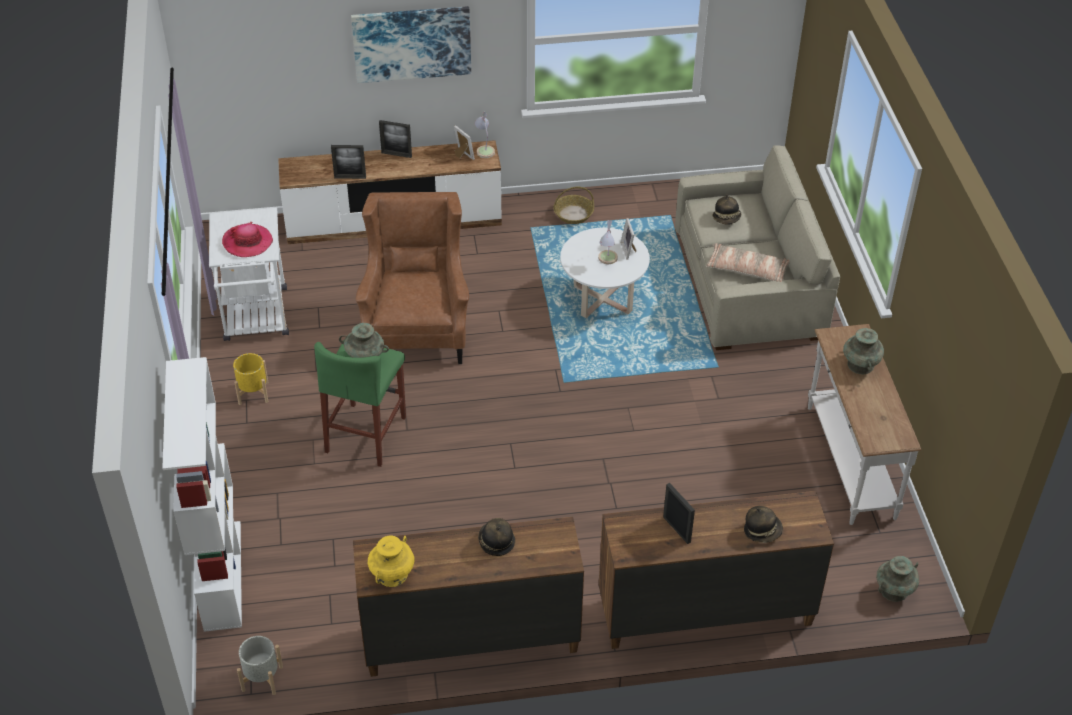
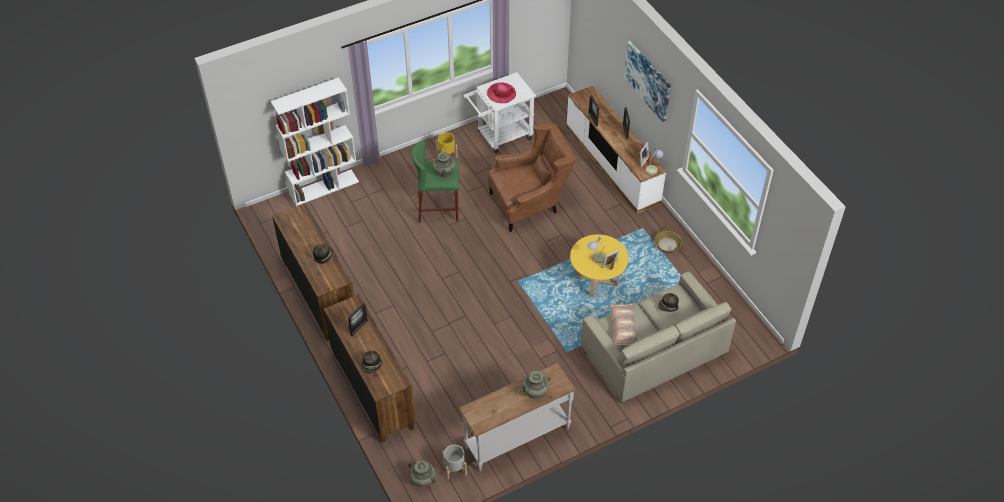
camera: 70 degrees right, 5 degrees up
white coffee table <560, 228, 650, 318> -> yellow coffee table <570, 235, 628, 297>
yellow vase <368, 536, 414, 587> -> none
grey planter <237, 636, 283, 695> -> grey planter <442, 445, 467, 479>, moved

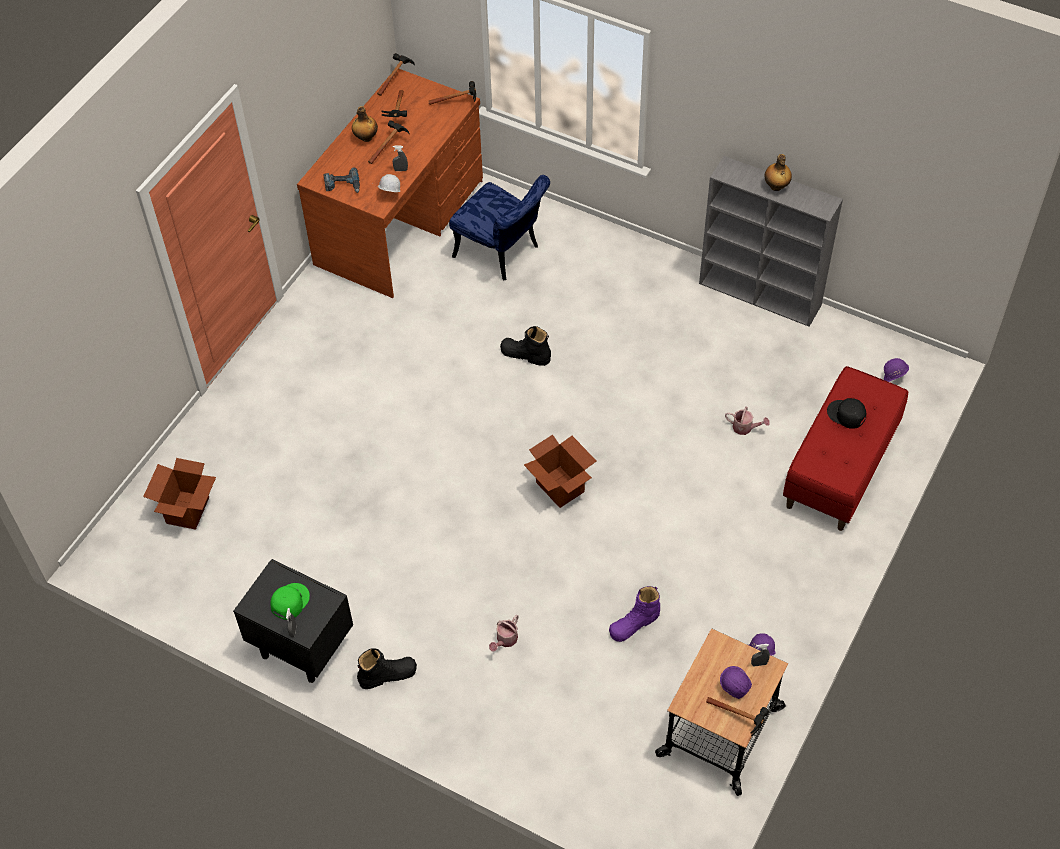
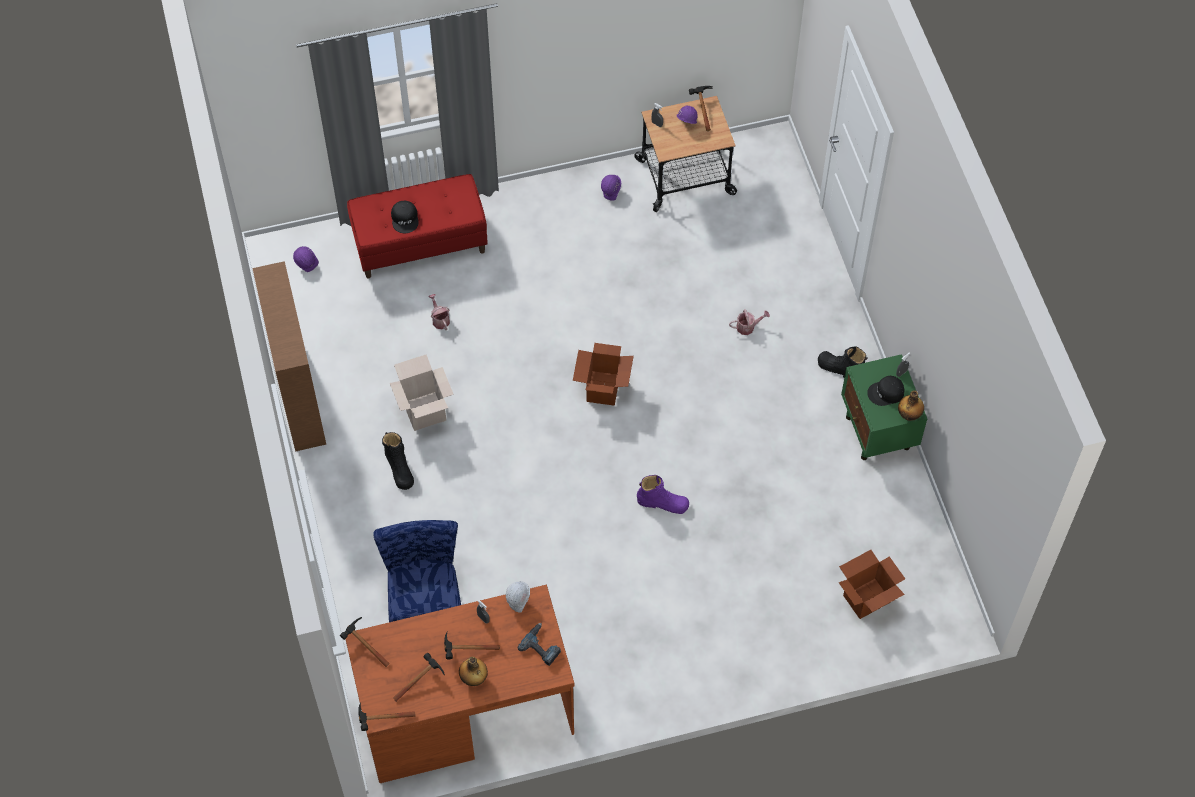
camera: 135 degrees left, 5 degrees up
bottle <765, 154, 792, 191> -> bottle <898, 390, 924, 421>, moved
grey bookcase <699, 156, 843, 327> -> brown bookcase <252, 261, 326, 452>
black boot <500, 326, 551, 366> -> black boot <382, 432, 414, 490>, moved
black nightstand <233, 559, 353, 683> -> green nightstand <841, 354, 927, 460>
green cap <270, 583, 310, 620> -> black cap <867, 376, 904, 406>
purple boot <609, 586, 660, 642> -> purple boot <637, 475, 689, 514>, moved
none -> cardboard box <390, 354, 454, 431>

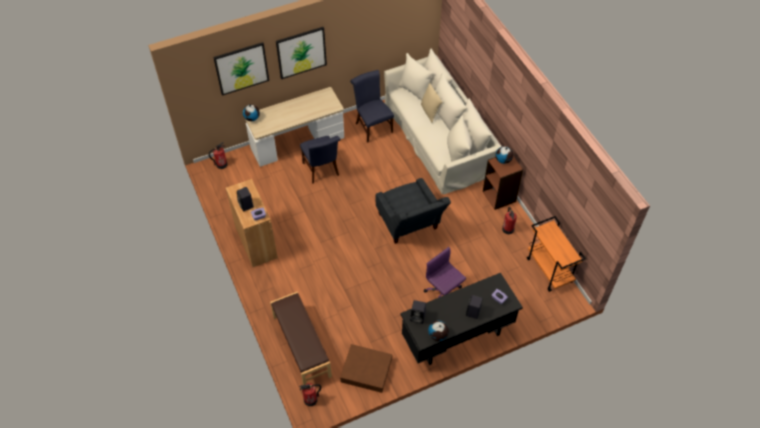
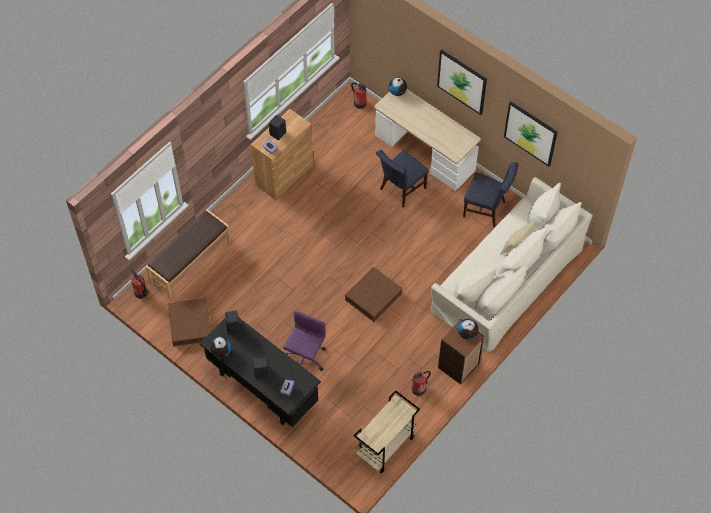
camera: 65 degrees right, 5 degrees up
picture <213, 42, 269, 96> -> picture <504, 101, 558, 167>, moved
blue chair <350, 70, 394, 143> -> blue chair <463, 162, 519, 227>, 75 degrees clockwise
grey armchair <376, 178, 451, 244> -> brown storage box <345, 267, 402, 322>
orange cart <527, 216, 586, 292> -> beige cart <354, 390, 420, 474>

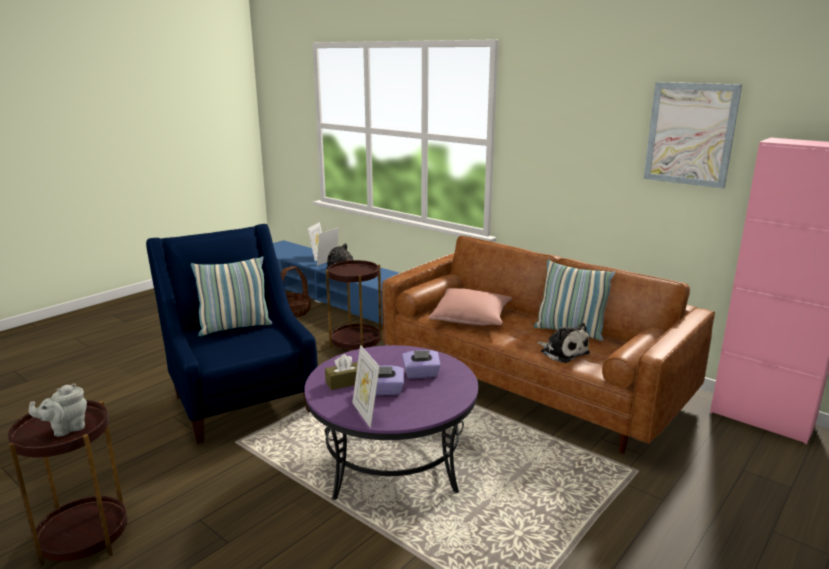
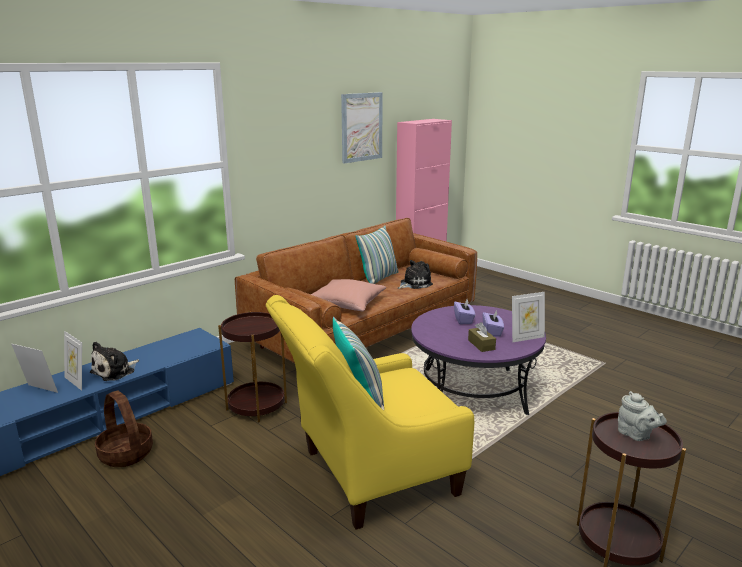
camera: 85 degrees left, 0 degrees up
blue armchair <146, 224, 318, 444> -> yellow armchair <266, 295, 474, 529>

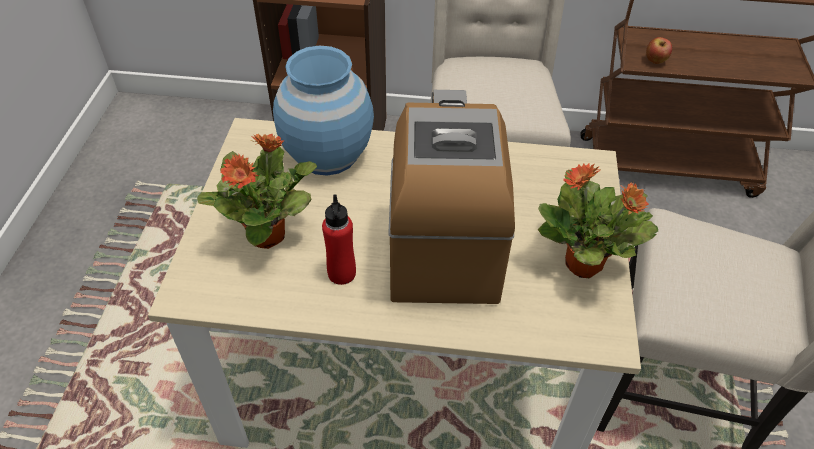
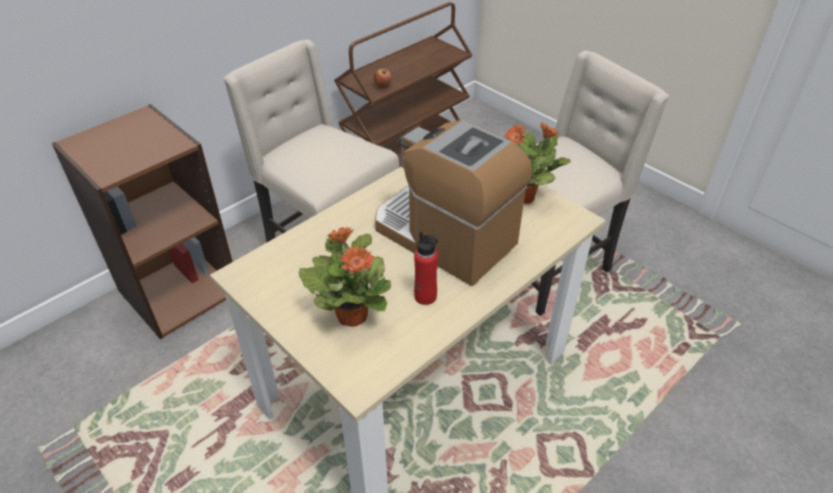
camera: 50 degrees left, 5 degrees down
blue vase <273, 46, 374, 176> -> none

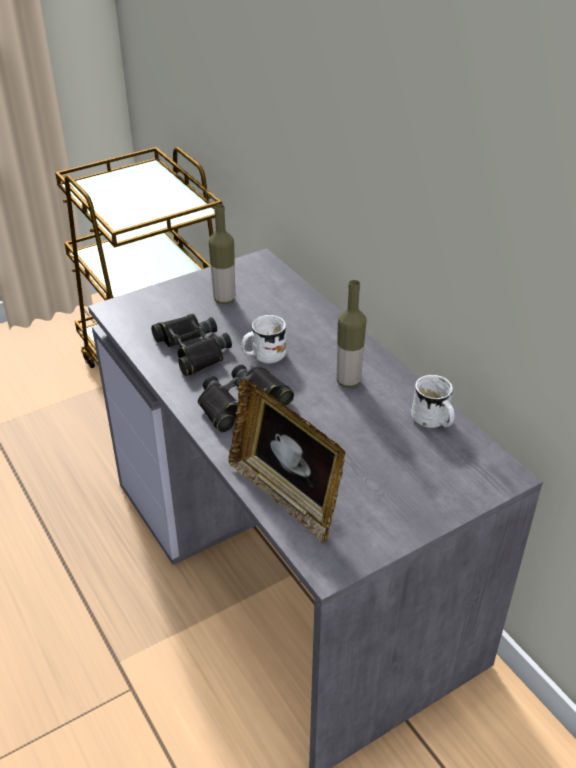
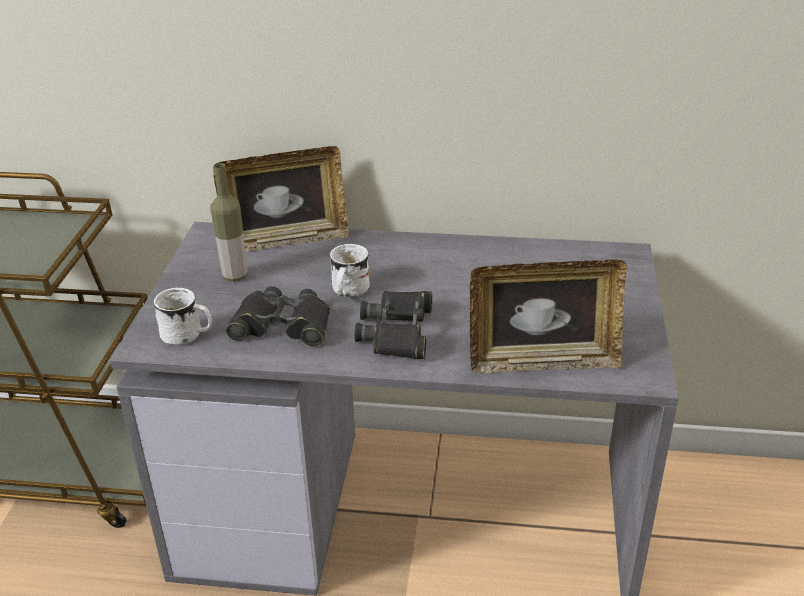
camera: 50 degrees left, 5 degrees down
bottle <337, 280, 367, 388> -> none
white mug <411, 375, 454, 428> -> white mug <153, 288, 212, 345>, moved
none -> picture frame <213, 146, 349, 252>

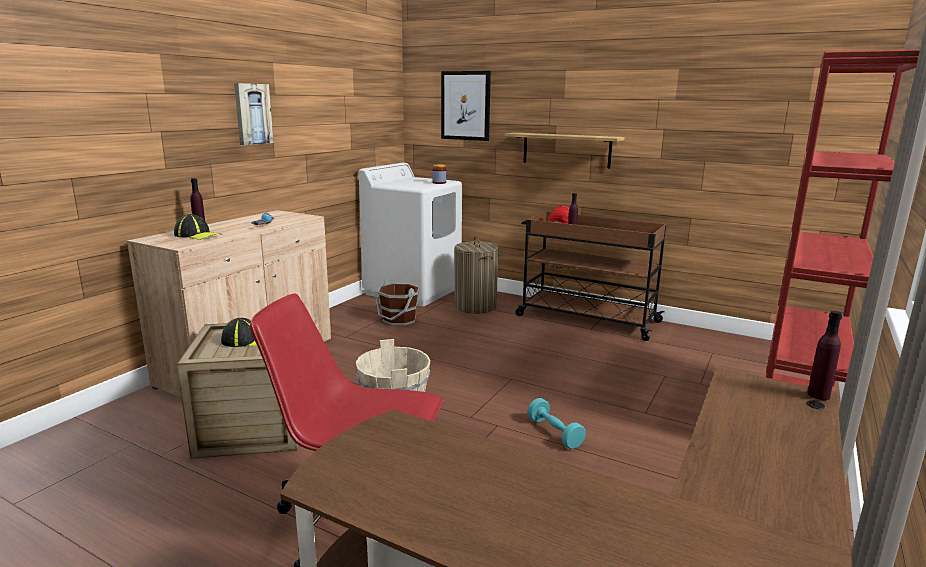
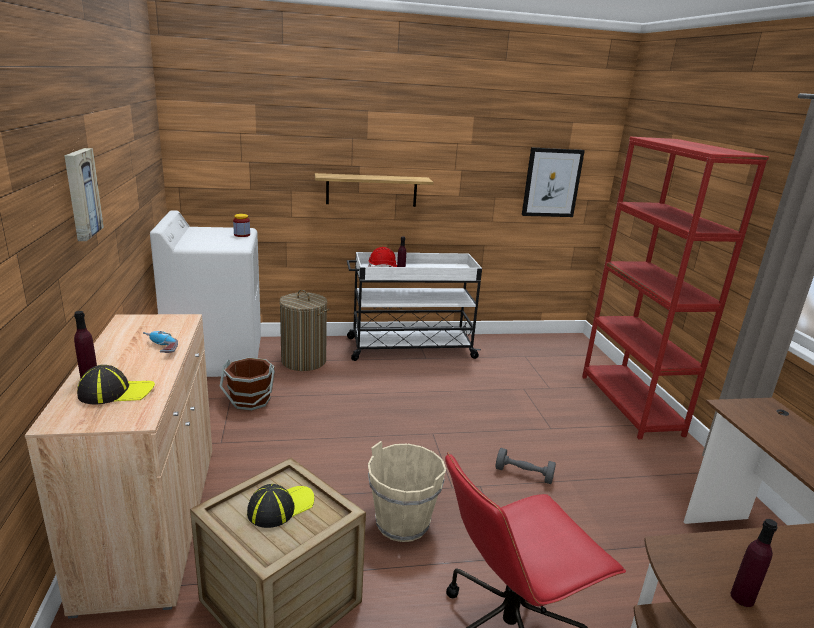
camera: 40 degrees left, 5 degrees up
picture <441, 71, 491, 141> -> picture <522, 147, 585, 217>, moved
brown cart <515, 211, 666, 341> -> white cart <347, 252, 482, 361>
purple bottle <807, 311, 842, 400> -> purple bottle <730, 519, 777, 607>, moved
turquoise dumbbell <527, 398, 586, 449> -> grey dumbbell <495, 448, 556, 484>

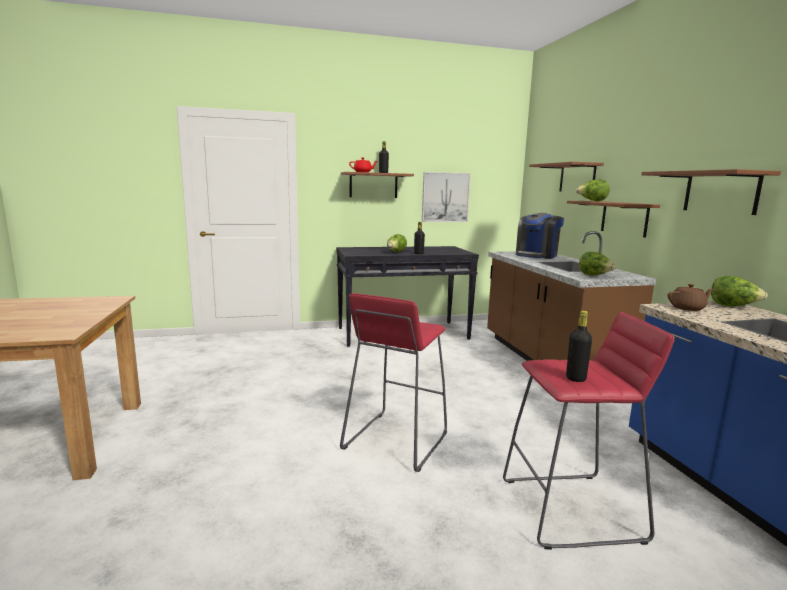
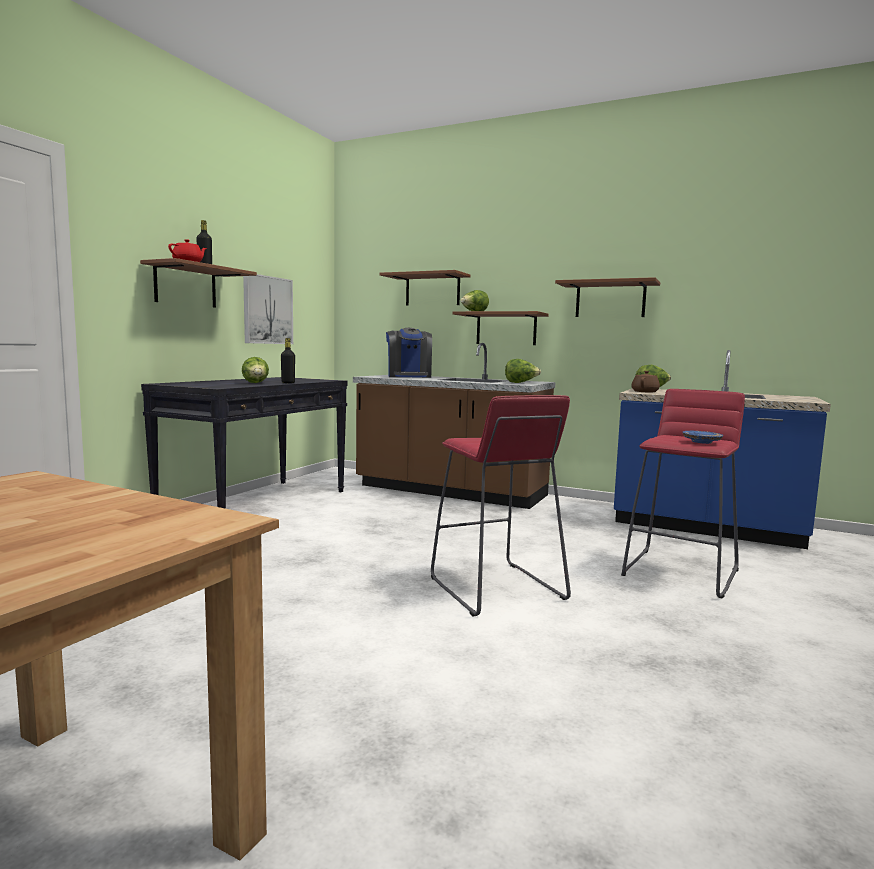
camera: 50 degrees left, 5 degrees down
black bottle <566, 311, 592, 382> -> blue plate <683, 431, 723, 444>

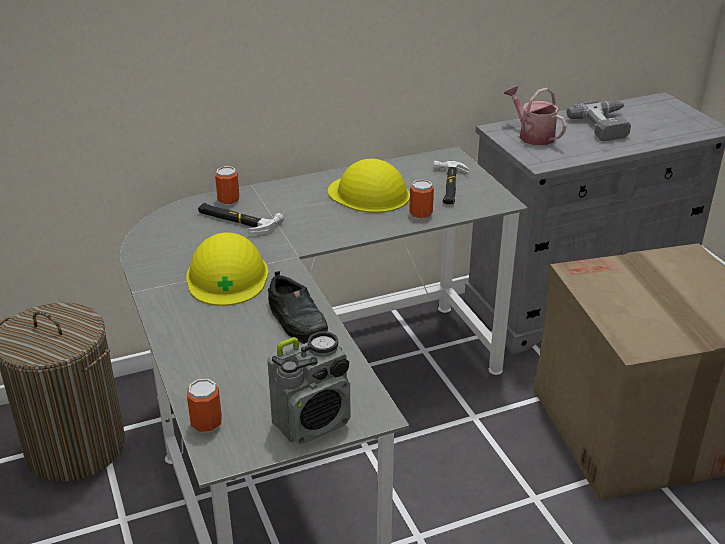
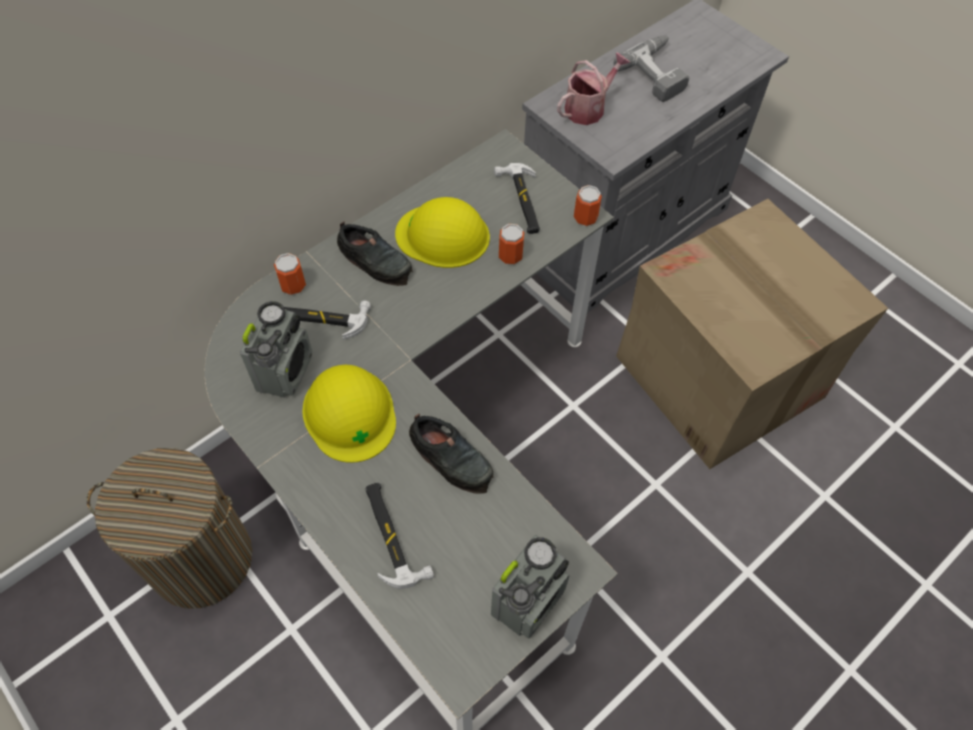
camera: 20 degrees left, 25 degrees up
watering can <504, 86, 567, 145> -> watering can <557, 53, 630, 125>, 105 degrees clockwise
can <187, 379, 222, 433> -> can <574, 185, 602, 226>, moved
none -> black shoe <337, 222, 413, 286>
none -> radio <240, 301, 312, 398>
none -> hammer <366, 482, 434, 589>

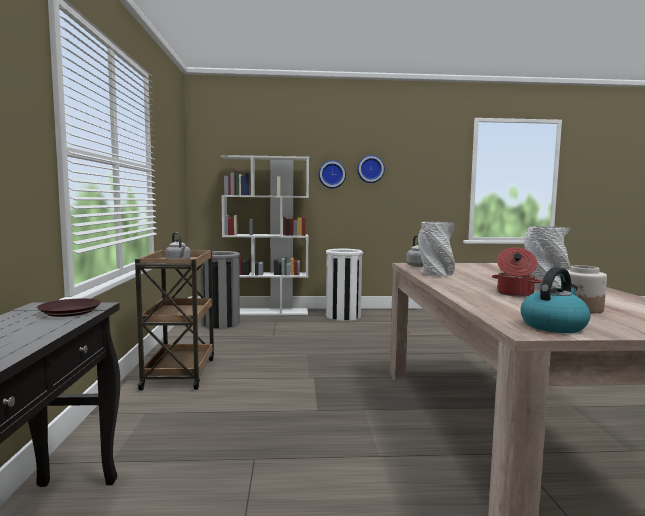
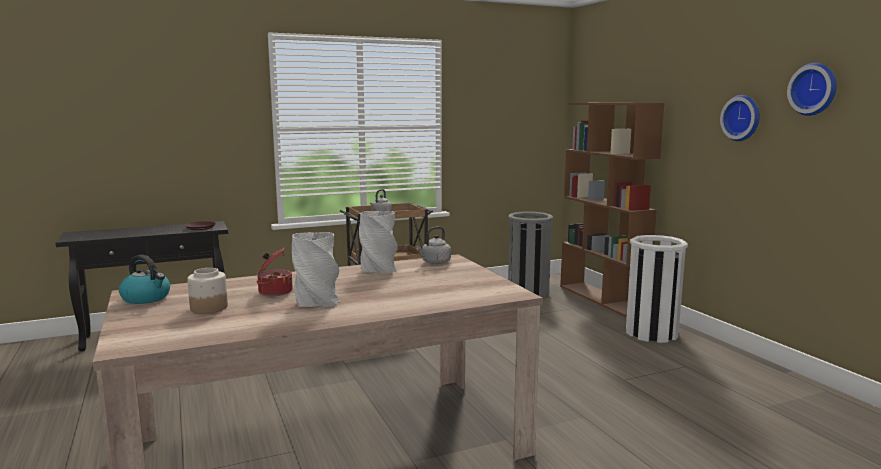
camera: 70 degrees right, 5 degrees up
white bookcase <221, 155, 309, 315> -> brown bookcase <560, 103, 664, 317>
wall clock <318, 160, 346, 188> -> wall clock <787, 63, 837, 116>, moved

